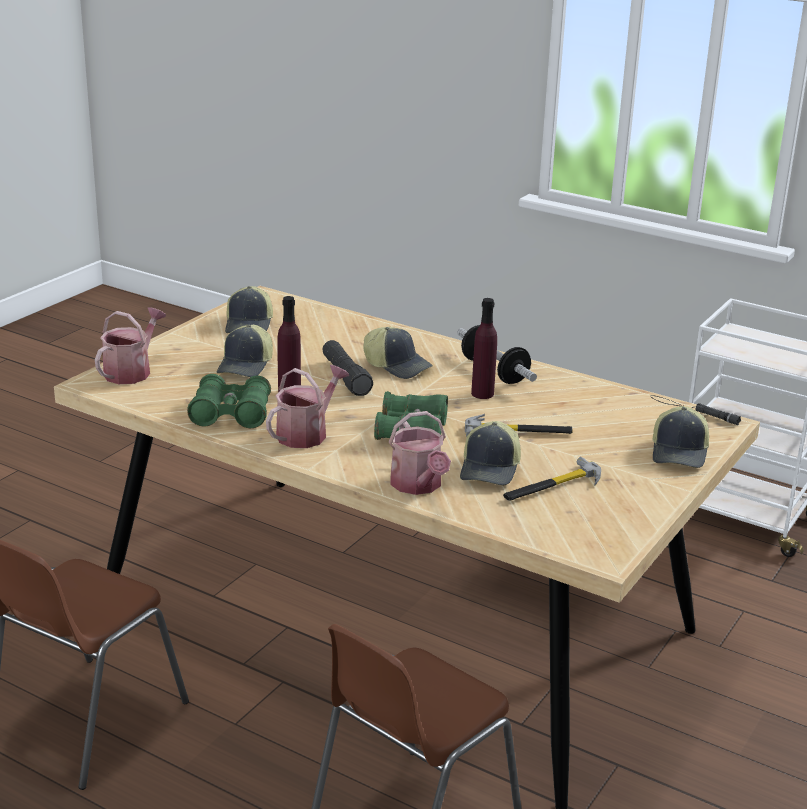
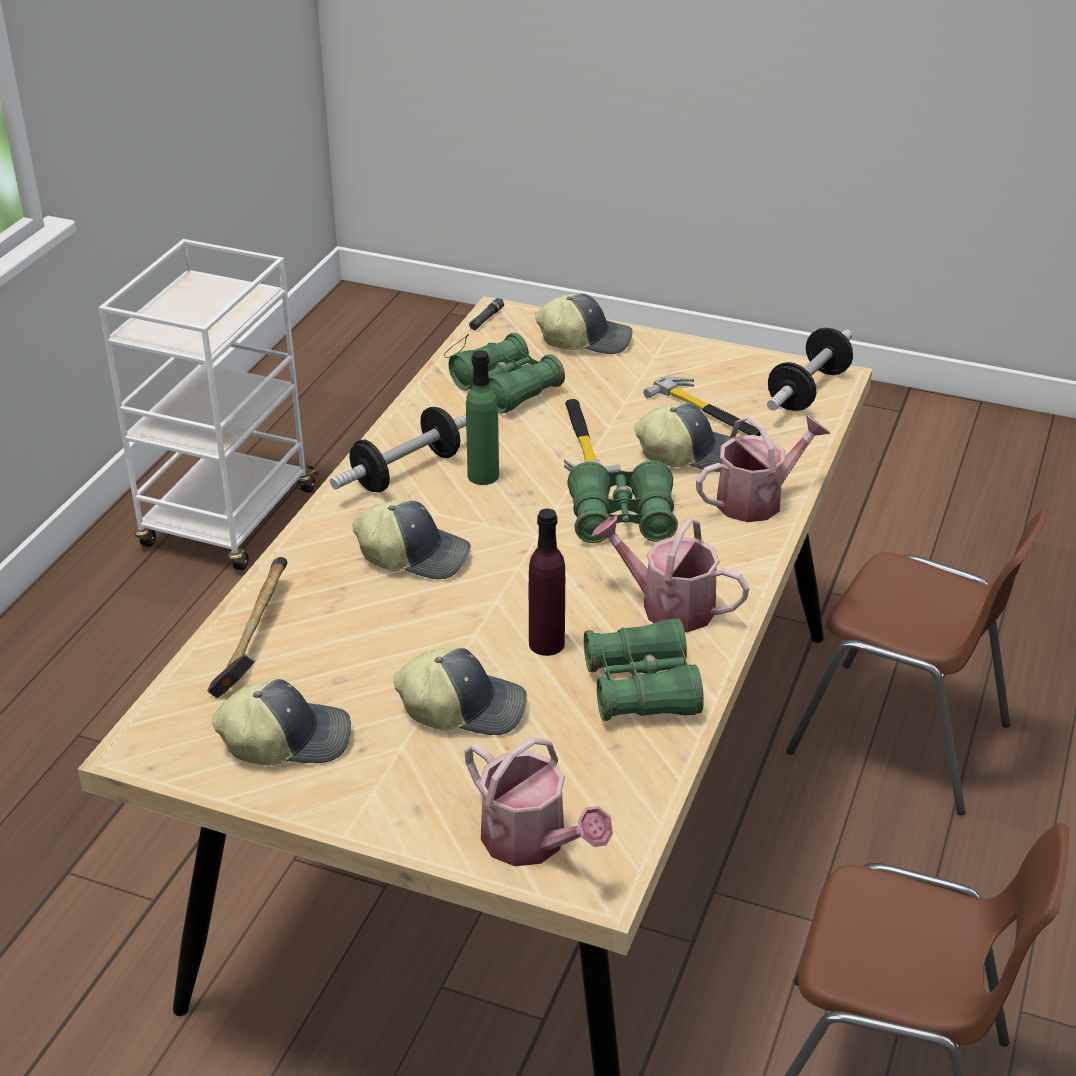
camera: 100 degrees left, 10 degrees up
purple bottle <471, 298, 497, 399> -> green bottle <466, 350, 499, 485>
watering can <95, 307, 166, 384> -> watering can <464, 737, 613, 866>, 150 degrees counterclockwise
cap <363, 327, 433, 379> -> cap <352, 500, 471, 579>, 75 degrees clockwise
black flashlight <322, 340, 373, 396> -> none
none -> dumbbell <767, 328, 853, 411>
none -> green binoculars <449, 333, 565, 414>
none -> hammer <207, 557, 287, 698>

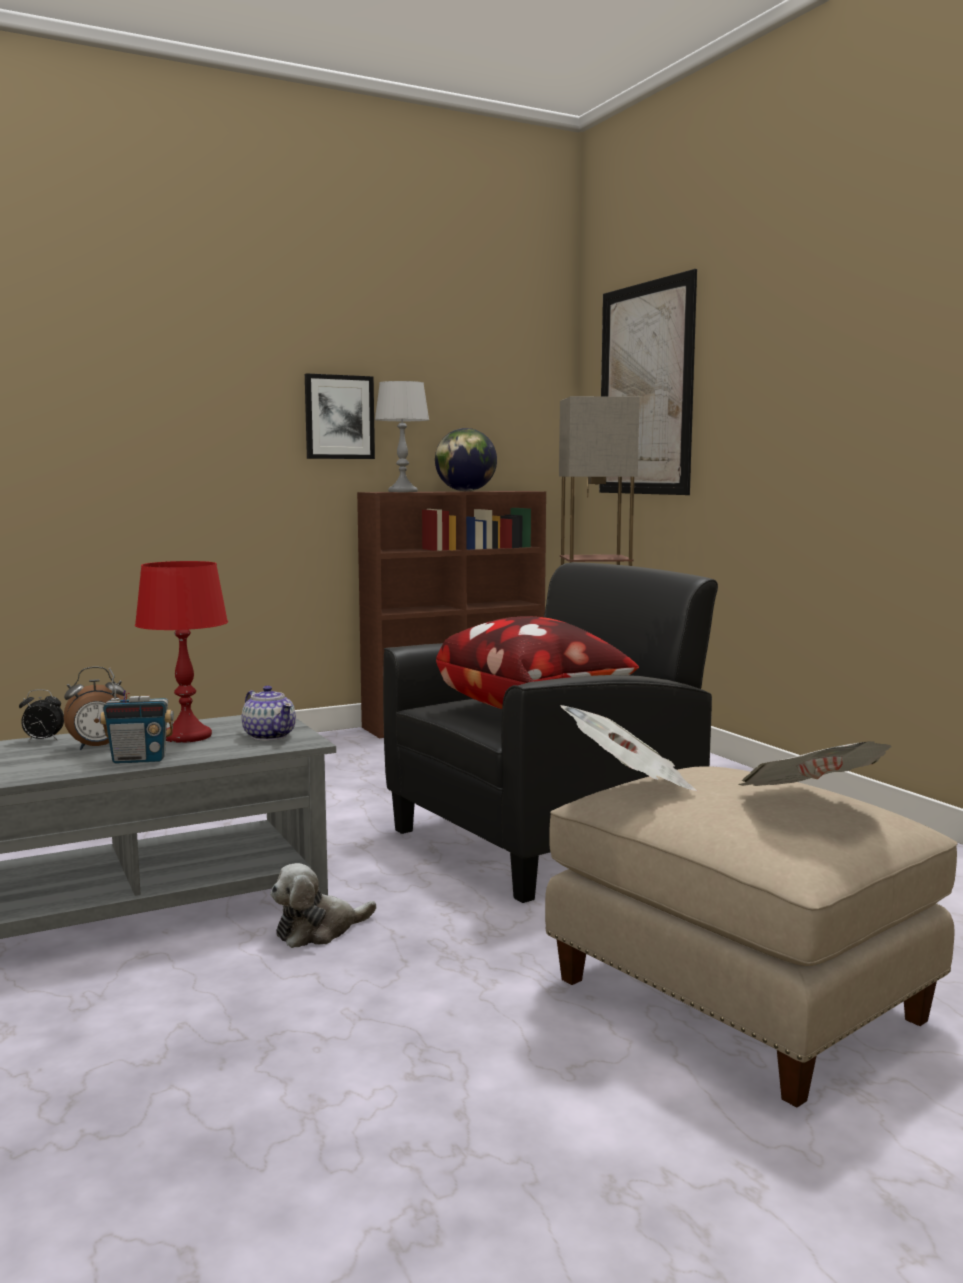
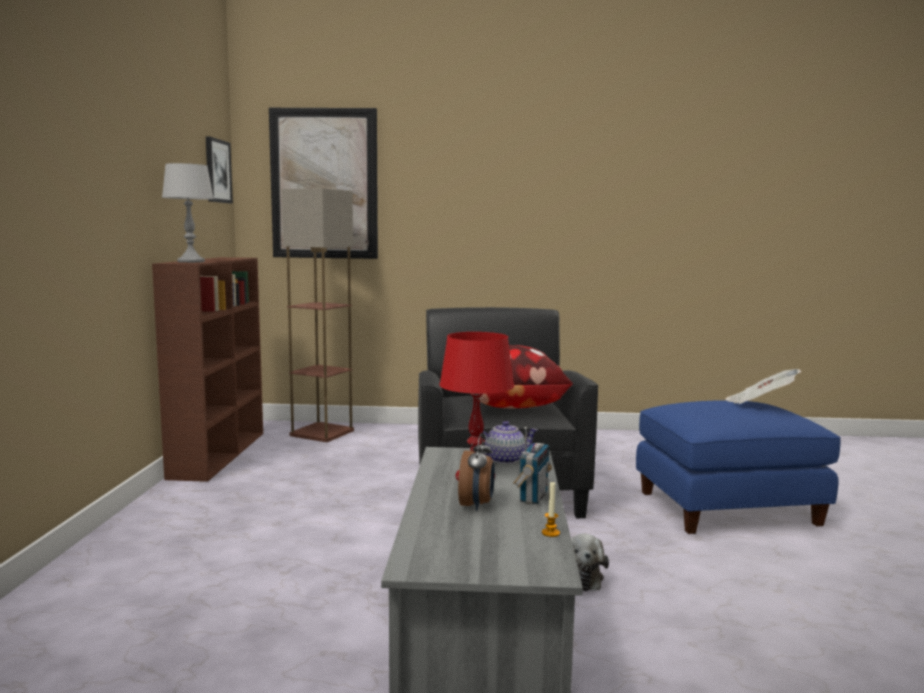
camera: 60 degrees left, 0 degrees up
picture <305, 373, 375, 459> -> picture <206, 136, 233, 203>, moved
globe <435, 428, 497, 491> -> none
alarm clock <19, 689, 64, 742> -> none
newspaper <560, 705, 697, 791> -> none
beige ottoman <545, 766, 957, 1107> -> blue ottoman <636, 400, 841, 534>
none -> candle <542, 482, 560, 537>

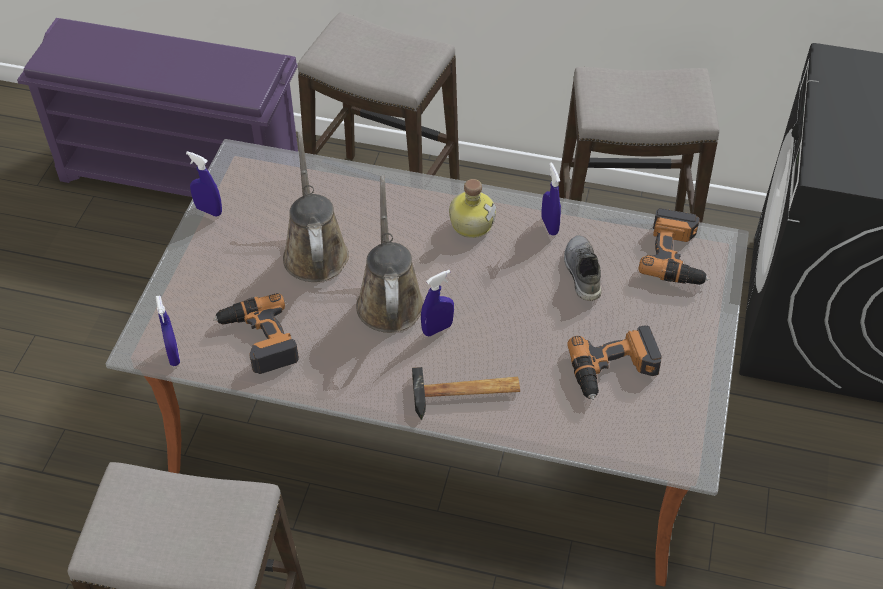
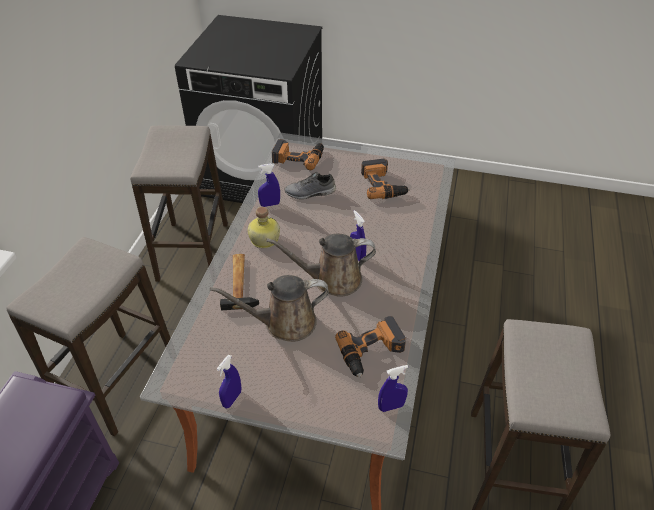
camera: 90 degrees left, 5 degrees down
hammer <412, 367, 520, 420> -> hammer <220, 254, 259, 310>, moved

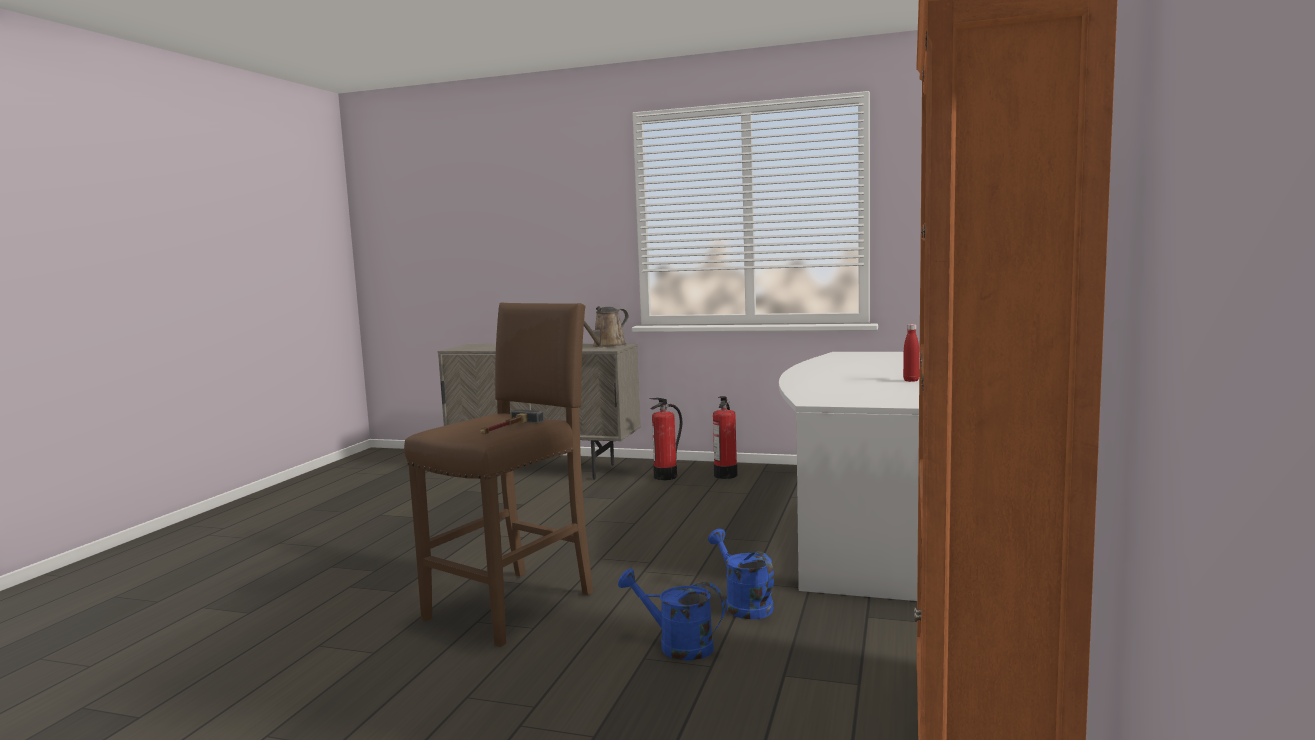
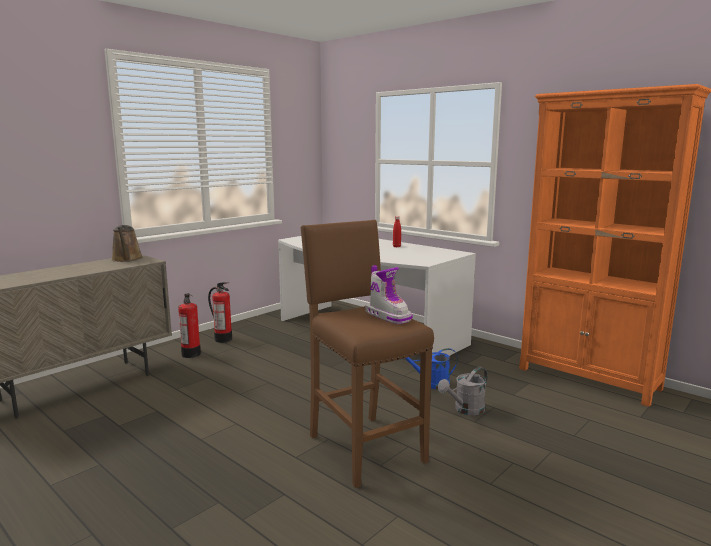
camera: 65 degrees left, 5 degrees up
hammer <480, 409, 544, 434> -> boot <365, 265, 413, 324>
blue watering can <618, 569, 725, 661> -> grey watering can <438, 367, 488, 415>

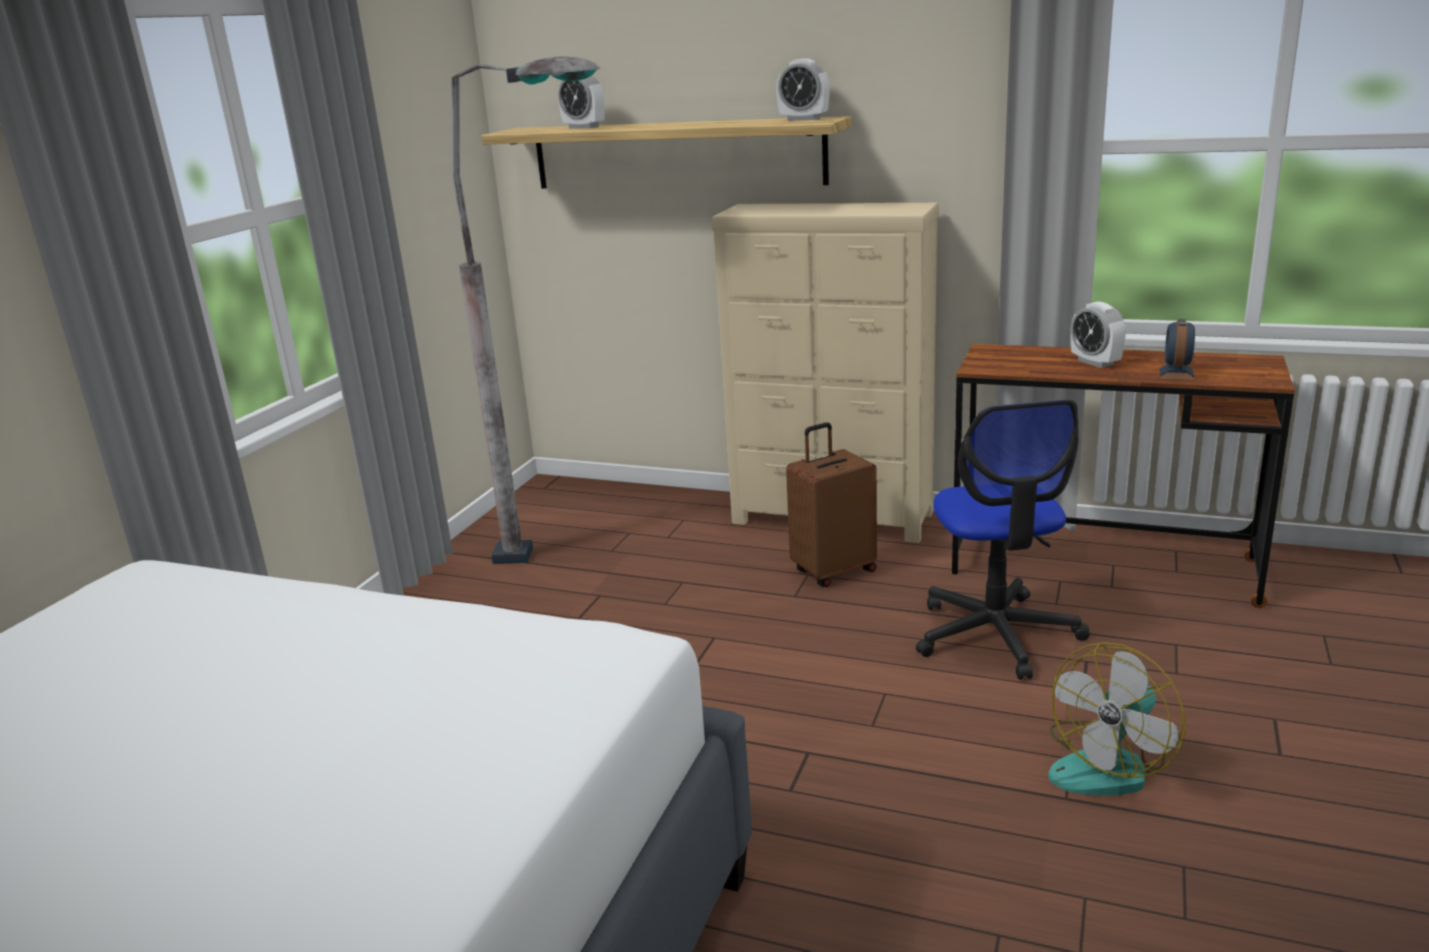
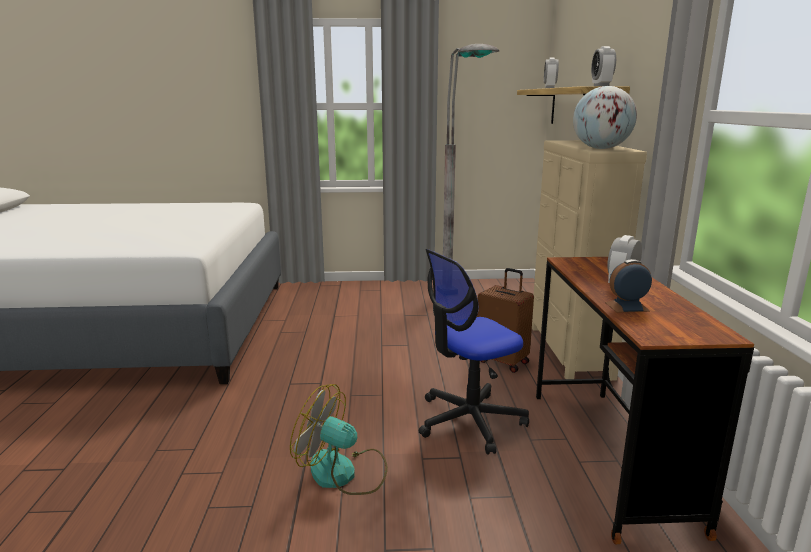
camera: 65 degrees right, 5 degrees down
none -> globe <573, 86, 637, 149>

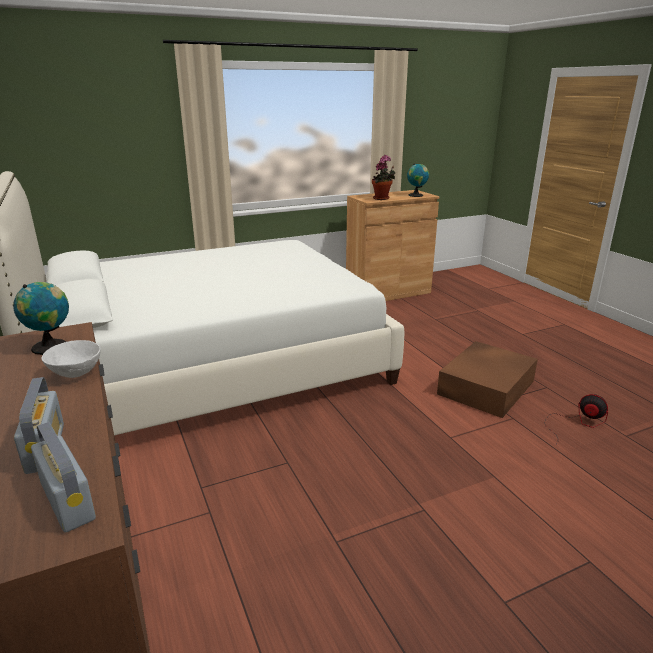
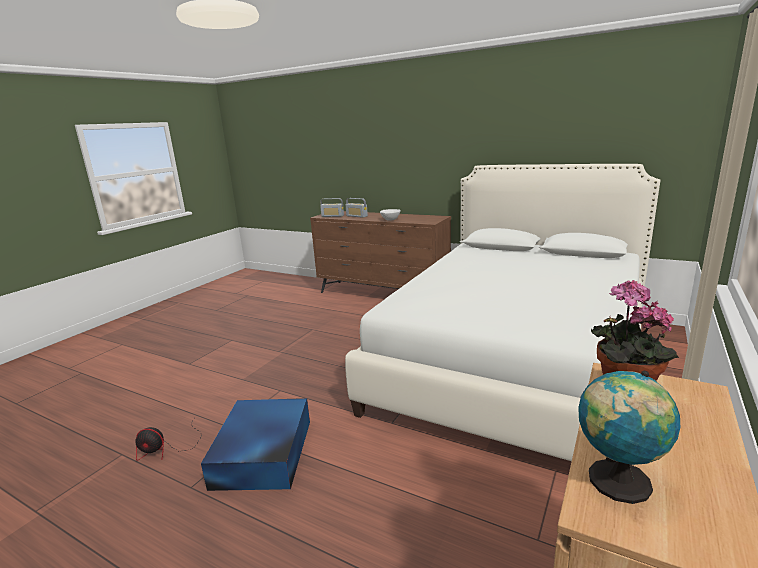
camera: 145 degrees right, 5 degrees down
globe <13, 282, 69, 355> -> none
brown storage box <437, 341, 538, 418> -> blue storage box <201, 398, 310, 491>

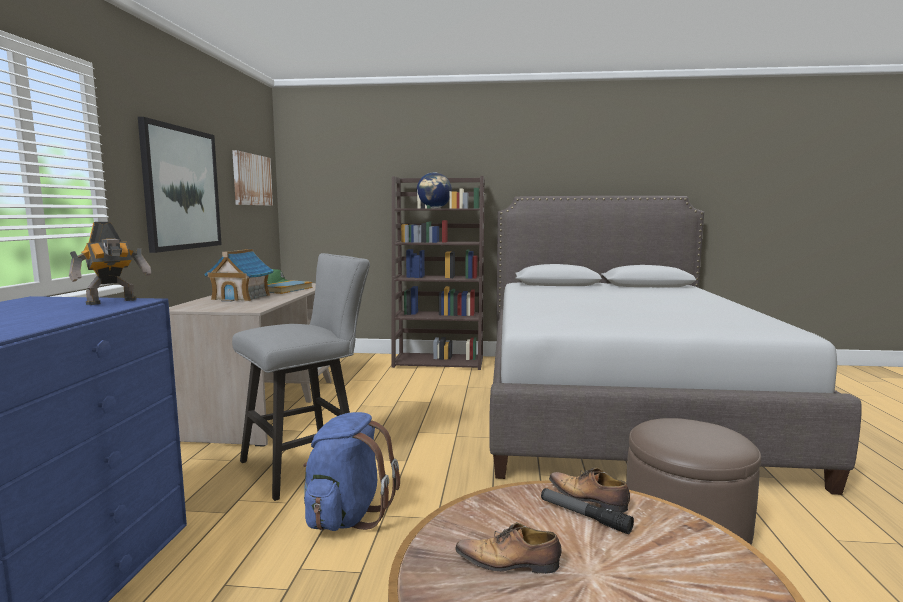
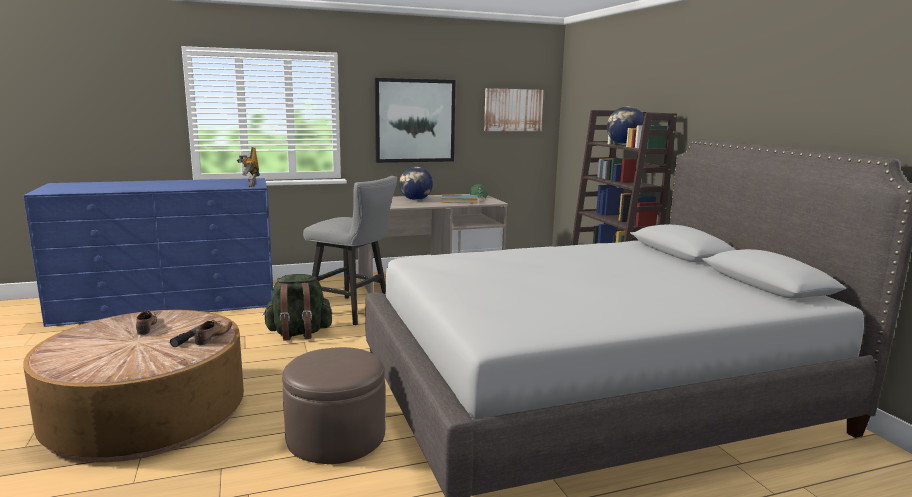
camera: 65 degrees right, 5 degrees up
toy robot <69, 222, 152, 305> -> toy robot <237, 147, 260, 187>, 60 degrees clockwise
toy house <204, 249, 274, 302> -> globe <399, 167, 433, 200>
blue backpack <303, 412, 400, 531> -> green backpack <263, 274, 332, 341>

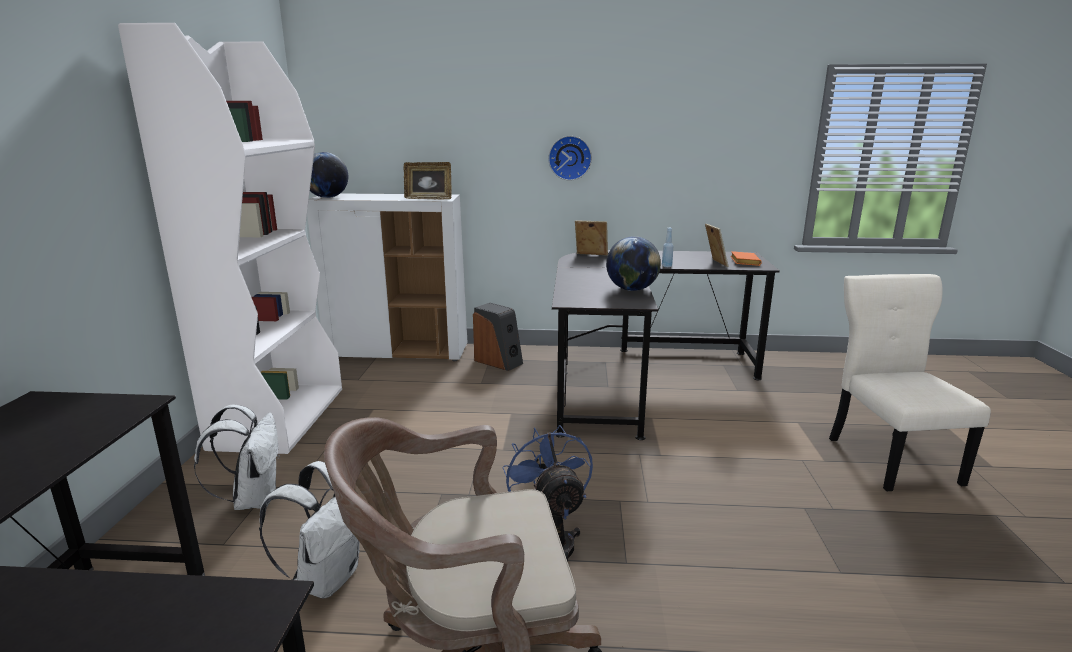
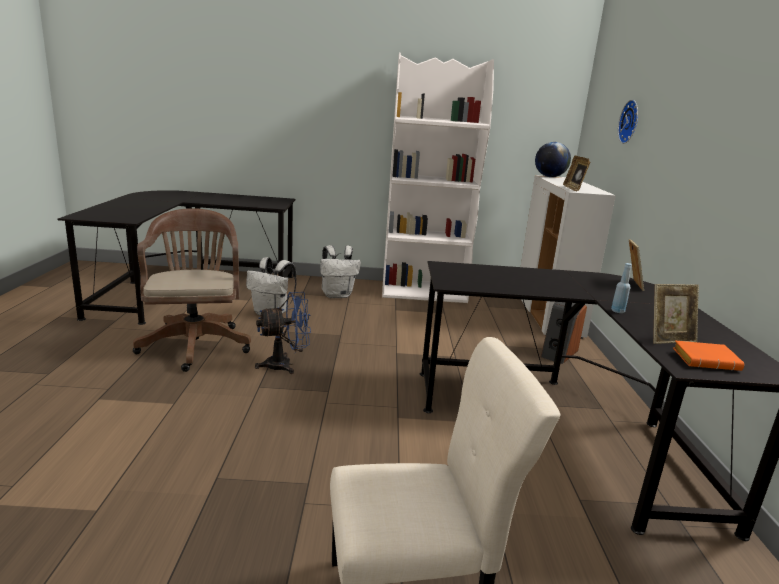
camera: 85 degrees right, 0 degrees up
wall clock <548, 136, 592, 181> -> wall clock <618, 100, 638, 144>, moved
globe <606, 236, 661, 291> -> none

